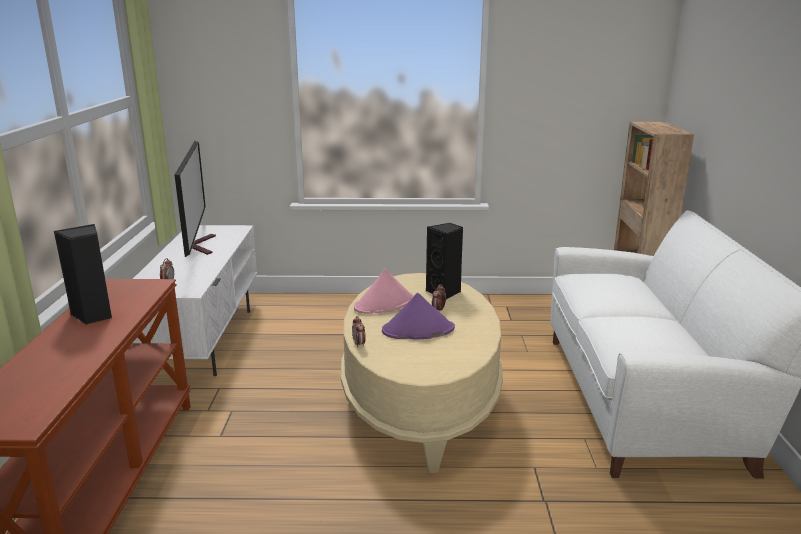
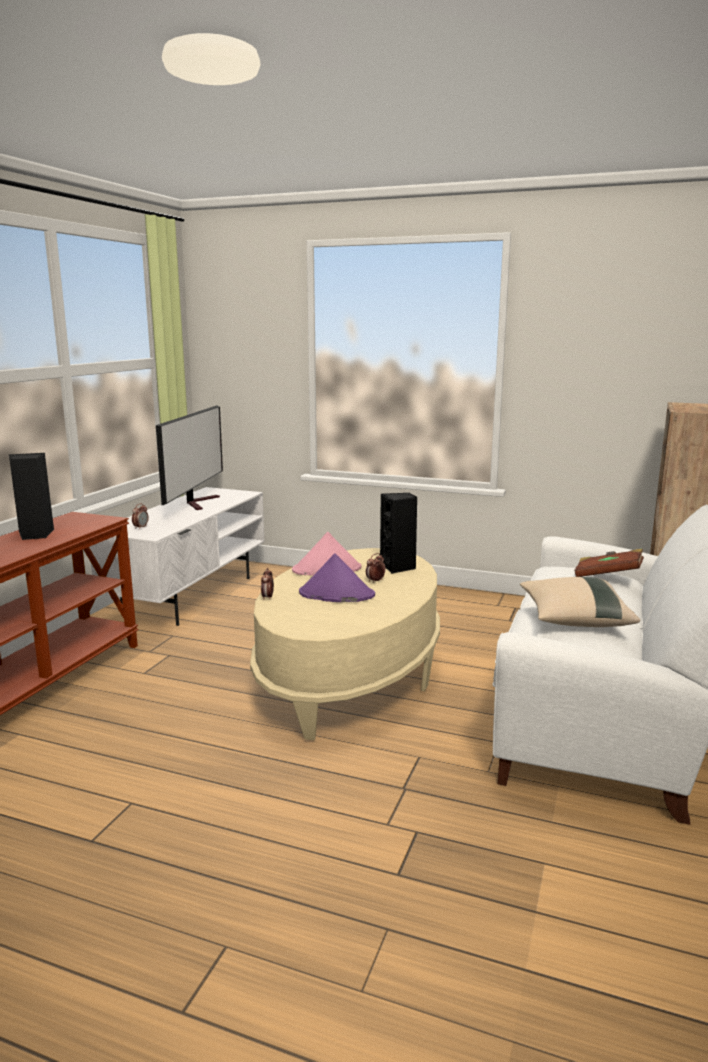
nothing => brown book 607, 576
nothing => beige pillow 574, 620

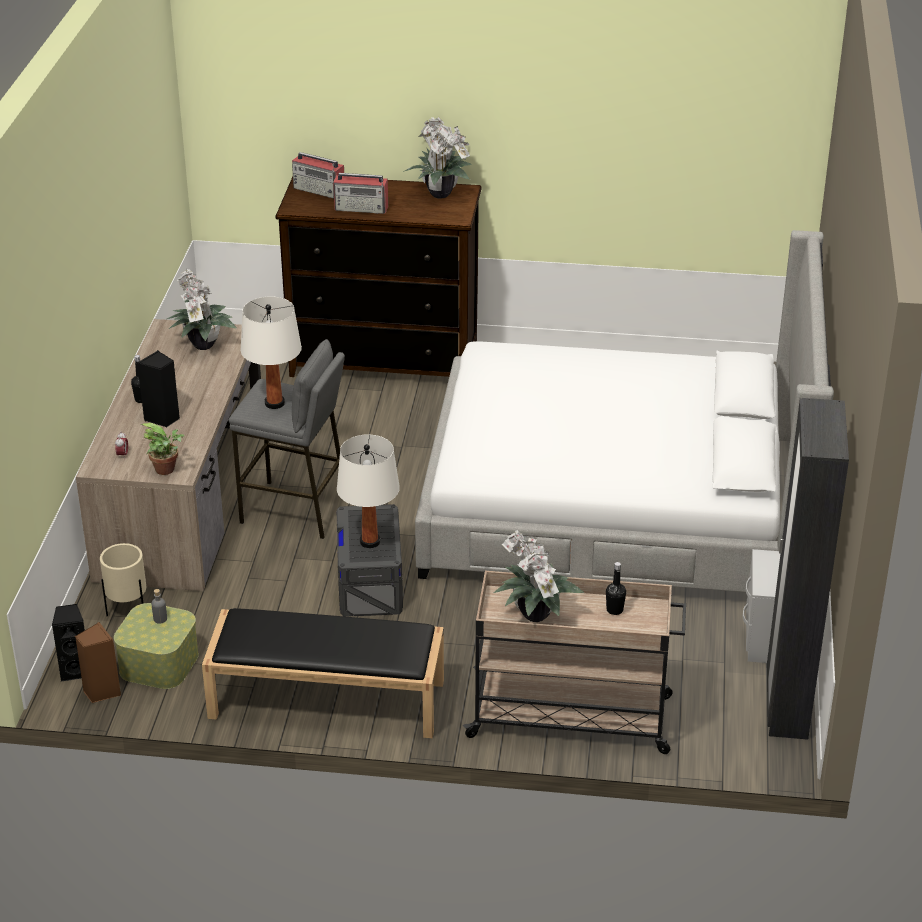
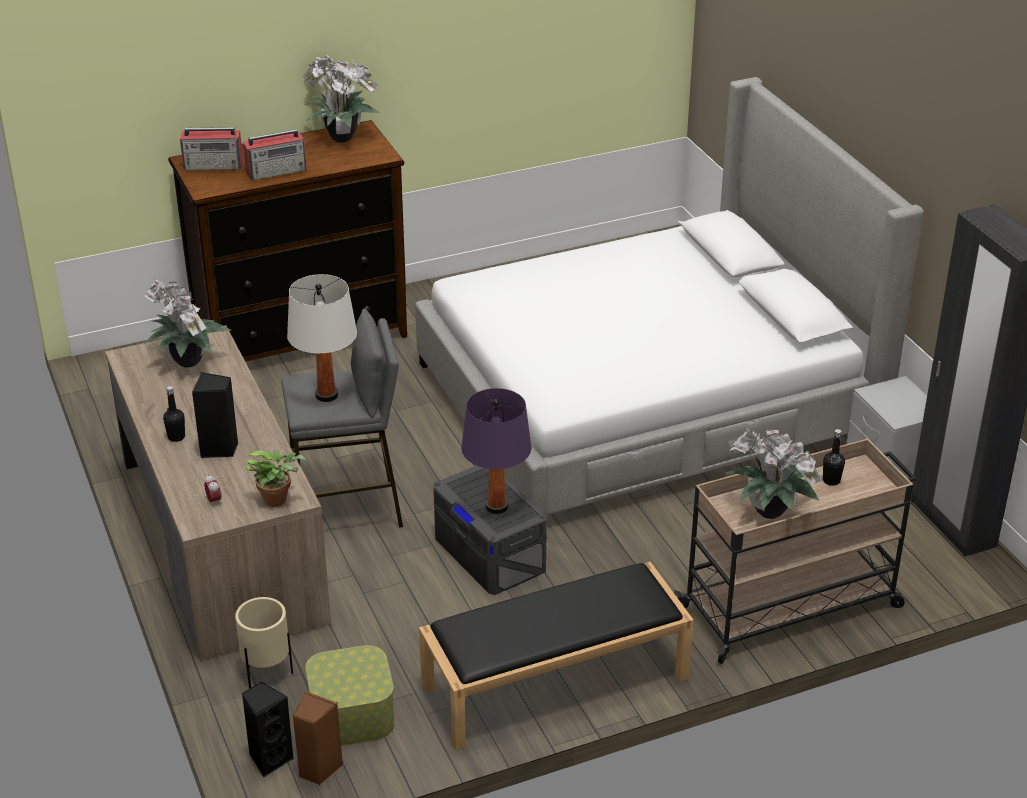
white table lamp 370, 542 => purple table lamp 497, 506
grey bottle 160, 619 => nothing

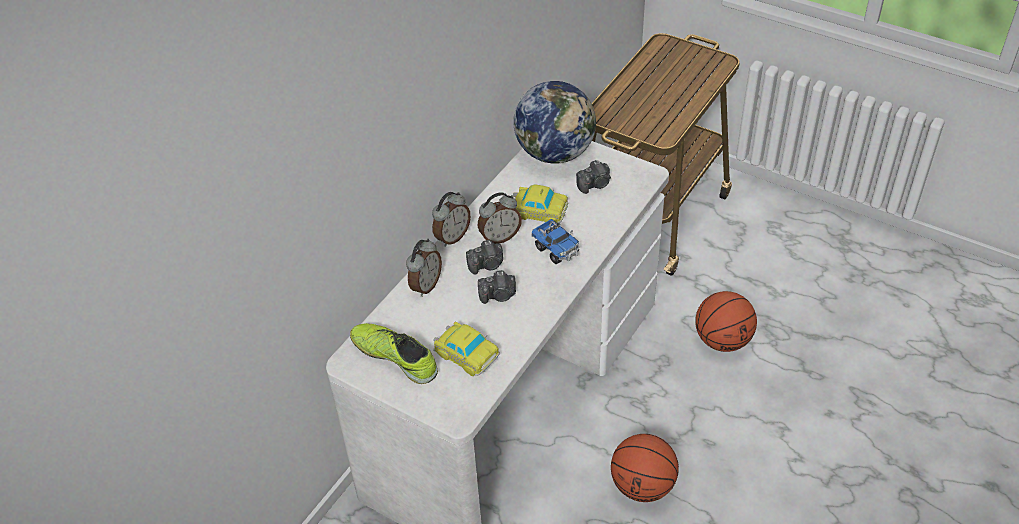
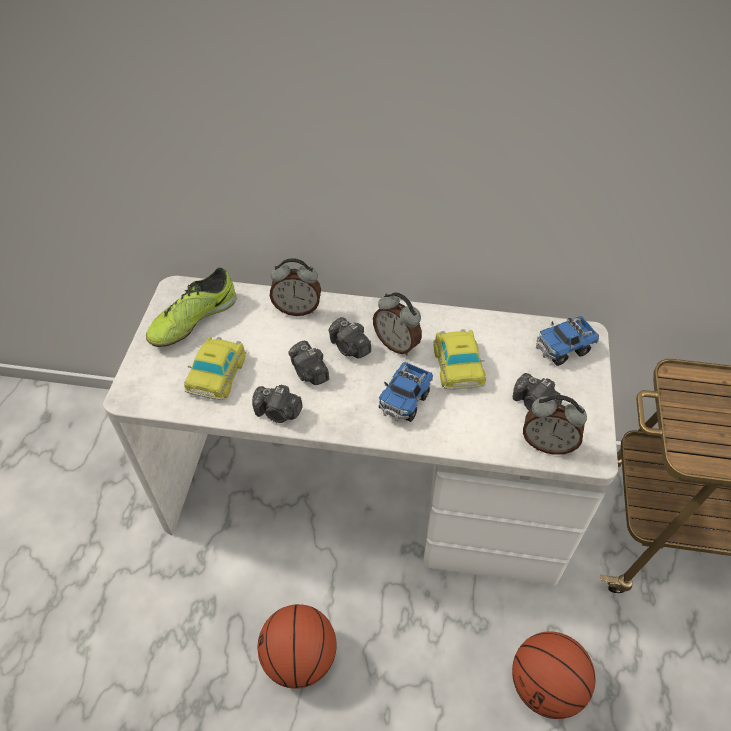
globe 555, 153 => toy truck 563, 348
alarm clock 452, 237 => alarm clock 547, 443, shifted
shoe 395, 357 => shoe 193, 320, 150 degrees counterclockwise
nothing => photo camera 278, 412

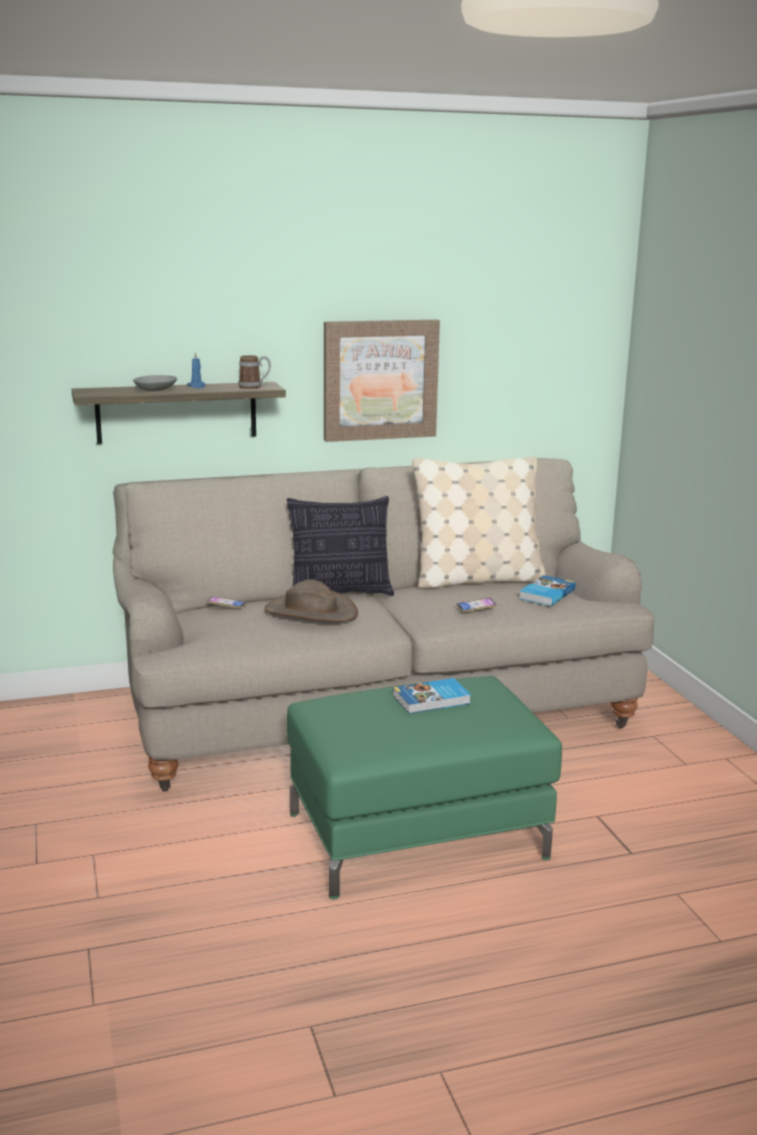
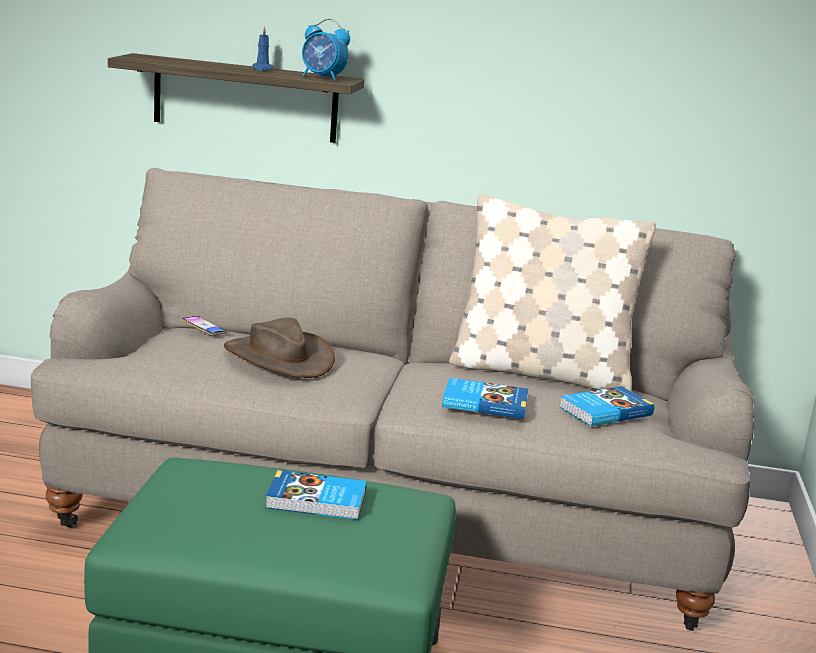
picture 380, 379 => nothing
mug 254, 387 => alarm clock 323, 78
grey bowl 154, 389 => nothing
pillow 340, 593 => nothing
phone 476, 607 => book 484, 403

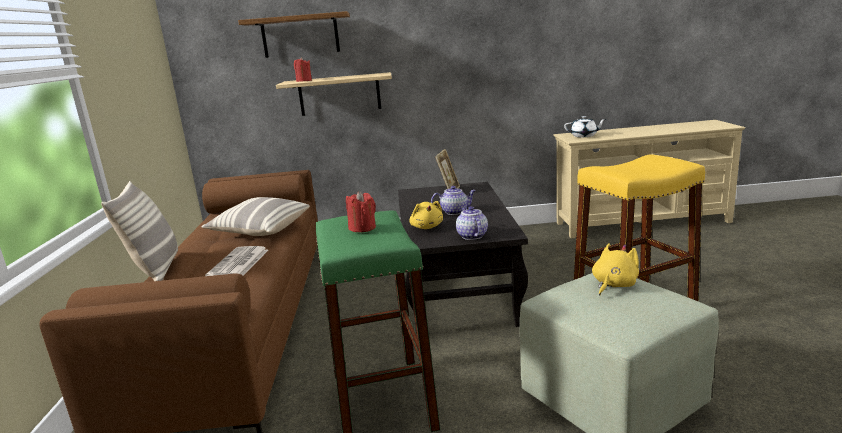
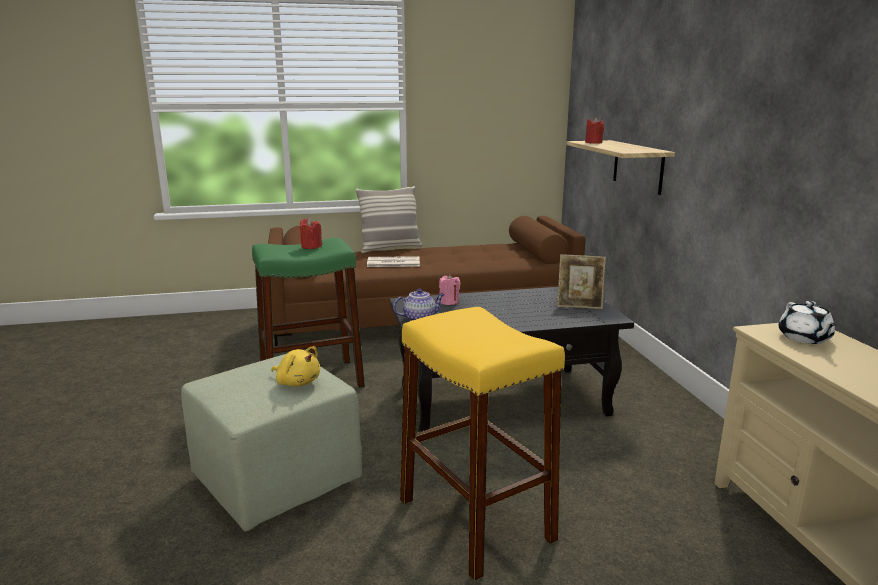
shelf 300, 35 => nothing
teapot 455, 211 => nothing
pillow 260, 230 => nothing
yellow plush toy 427, 227 => pink candle 449, 302

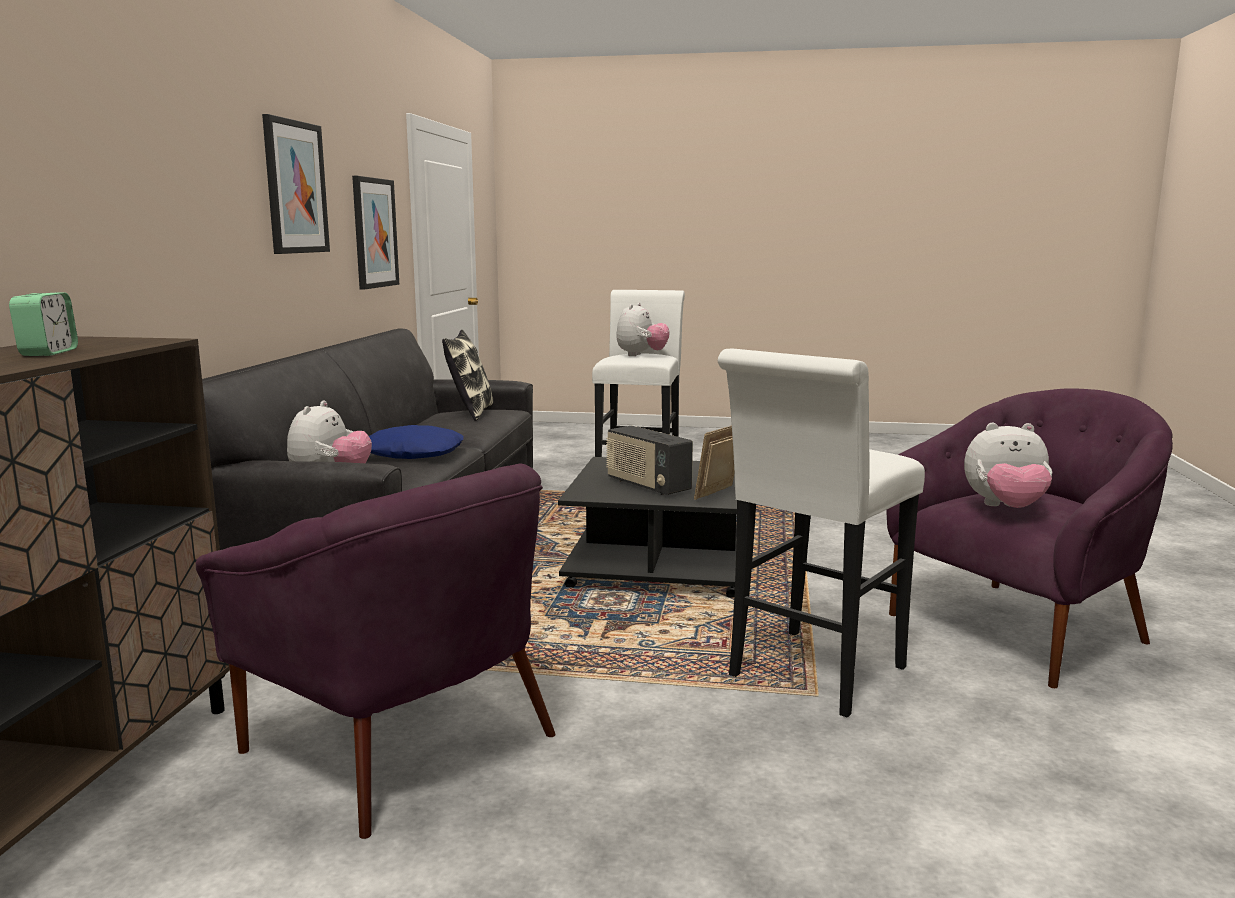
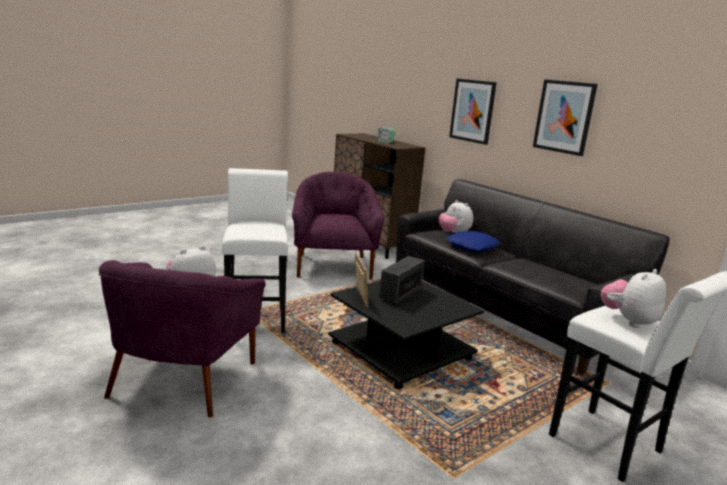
picture 374, 233 => picture 472, 111, shifted
plush toy 641, 355 => plush toy 628, 321, 75 degrees clockwise
pillow 470, 412 => nothing
radio 647, 486 => radio 400, 294, 60 degrees counterclockwise
purple armchair 404, 742 => purple armchair 333, 266, 90 degrees clockwise

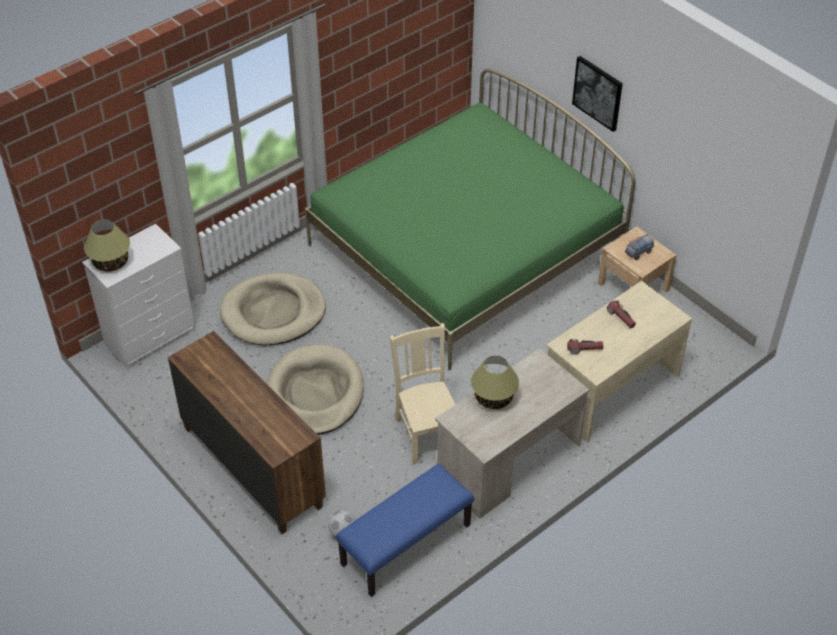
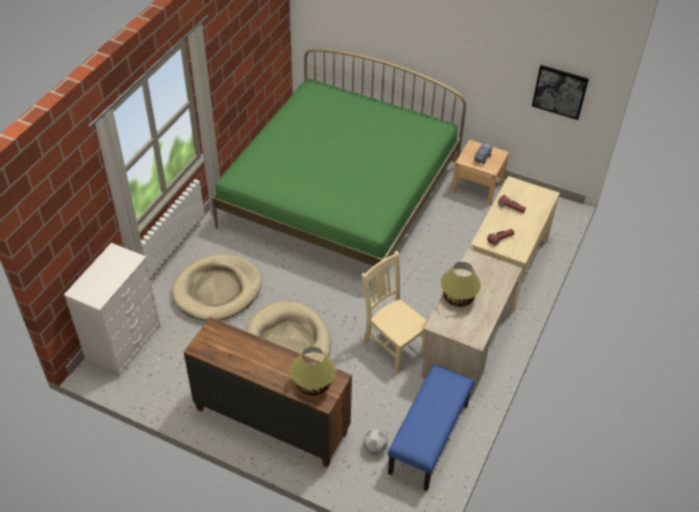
picture 598, 93 => picture 560, 91, shifted
table lamp 111, 263 => table lamp 313, 384, shifted

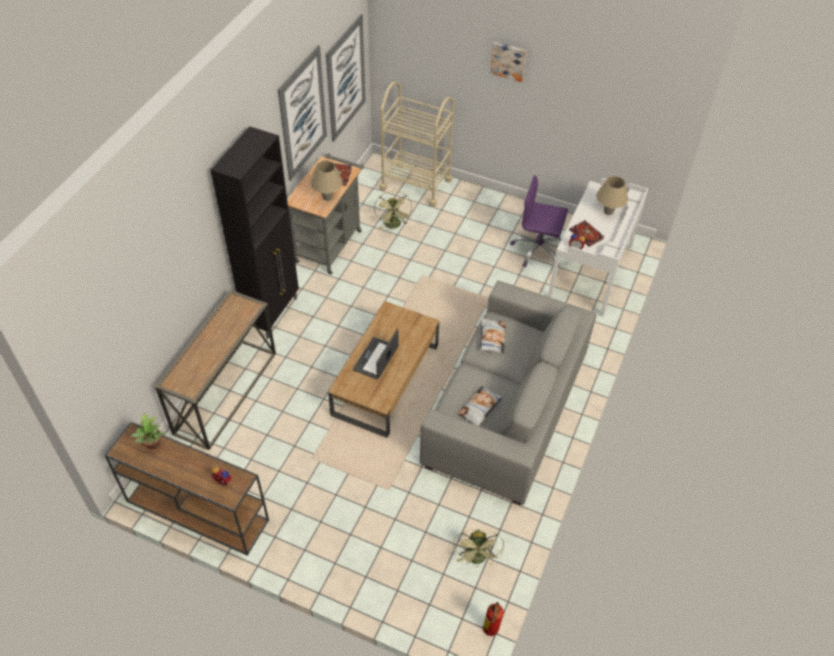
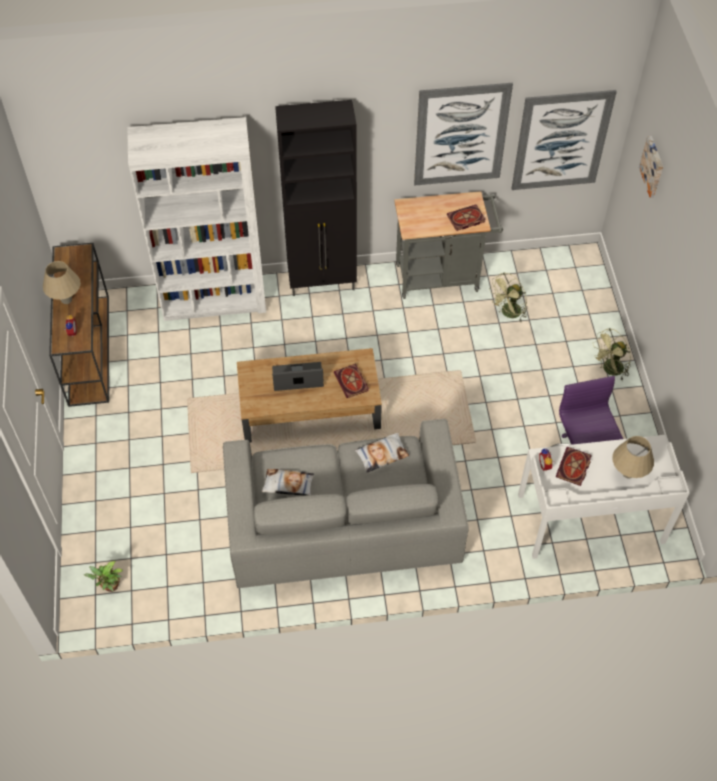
picture 508, 60 => picture 653, 166, shifted
beige cart 416, 184 => nothing
beige table lamp 327, 197 => beige table lamp 66, 299, shifted
console table 225, 392 => white bookcase 214, 299
potted plant 153, 445 => potted plant 109, 587, shifted
green fan 477, 559 => green fan 609, 370, shifted
fire extinguisher 490, 631 => nothing
nothing => book 352, 382

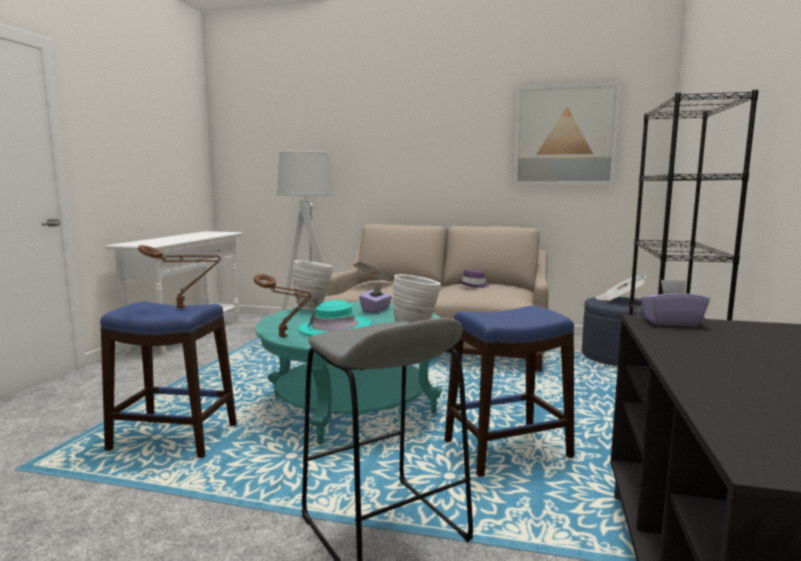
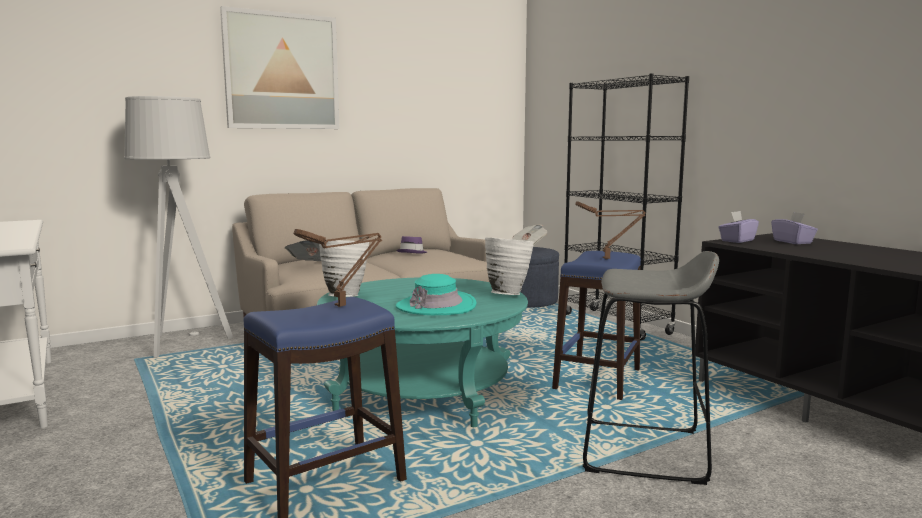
picture 564, 136 => picture 282, 71, shifted
brown table lamp 285, 337 => brown table lamp 608, 259, shifted
purple tissue box 376, 310 => purple tissue box 792, 242, shifted

